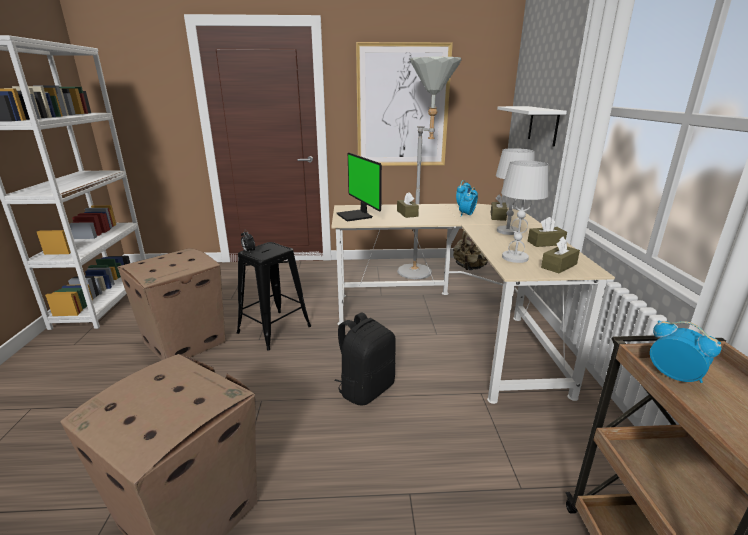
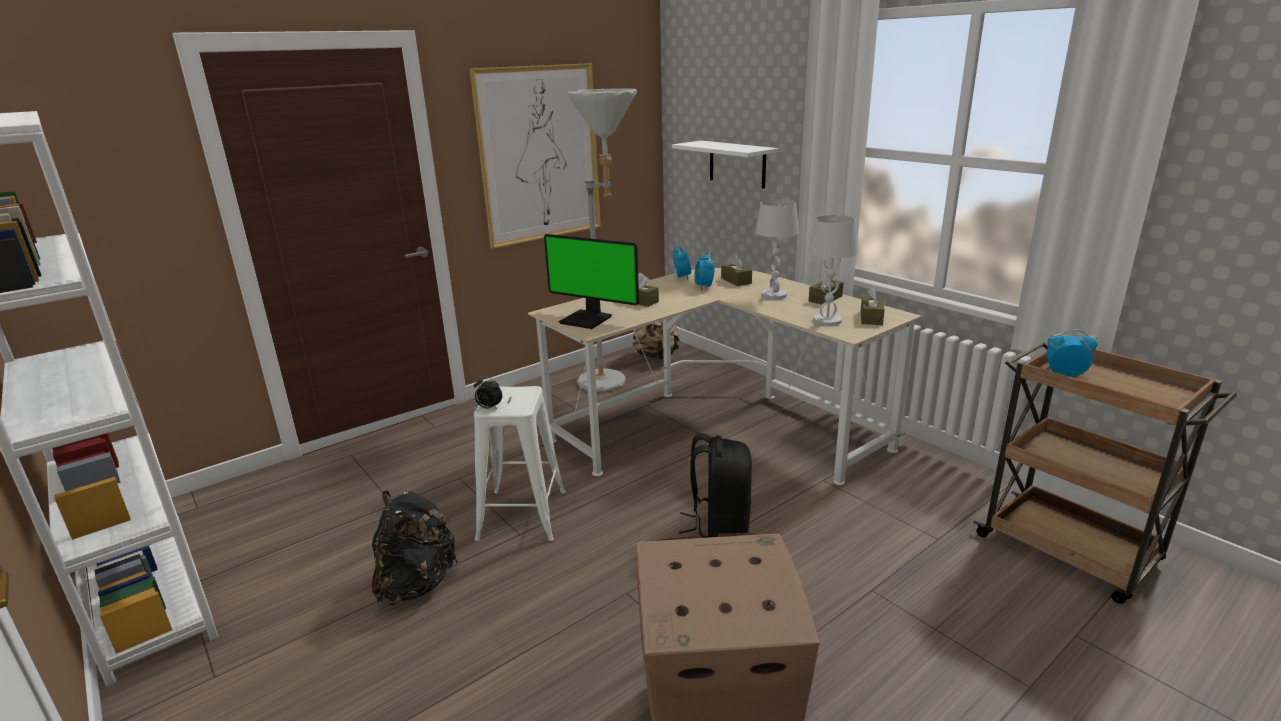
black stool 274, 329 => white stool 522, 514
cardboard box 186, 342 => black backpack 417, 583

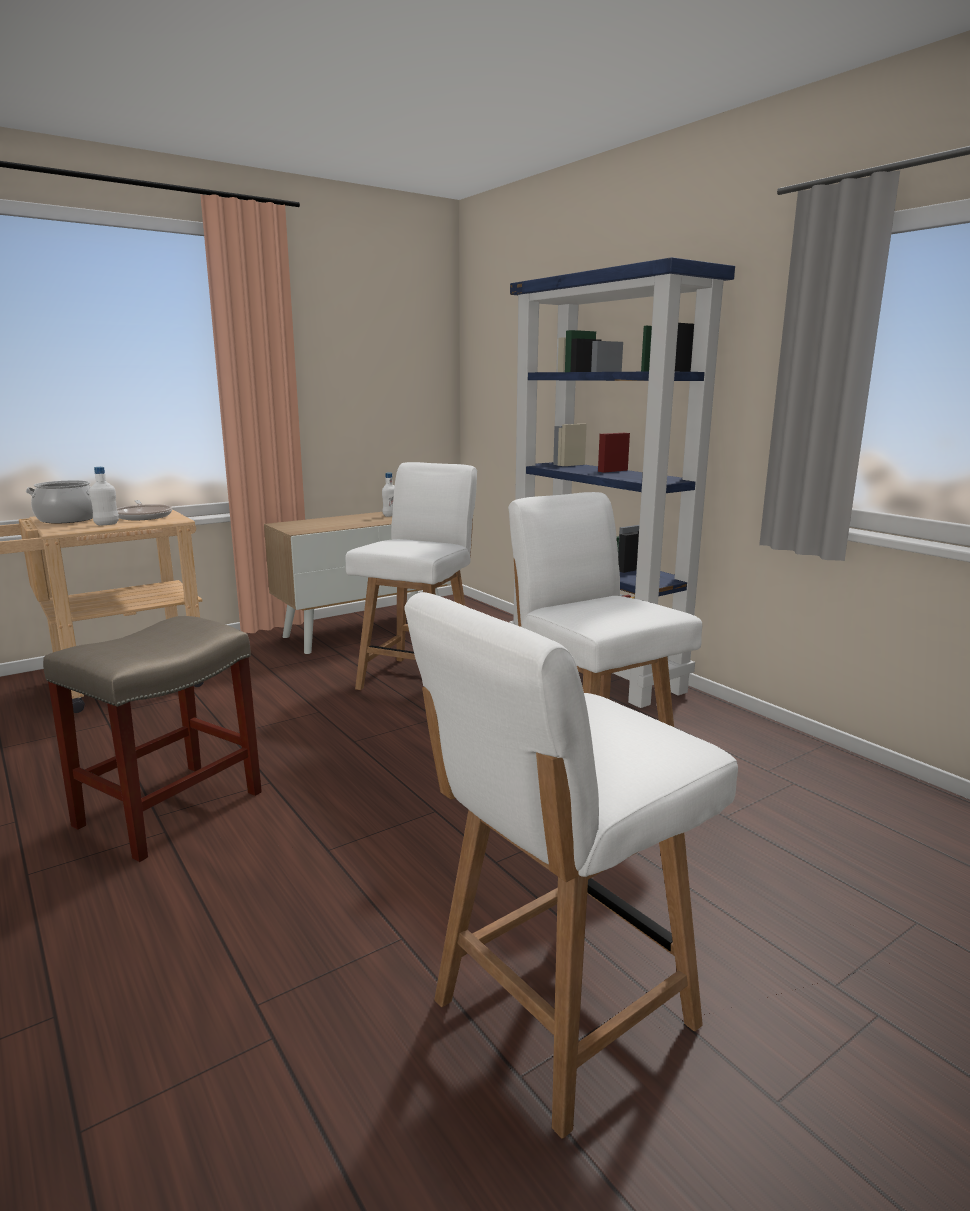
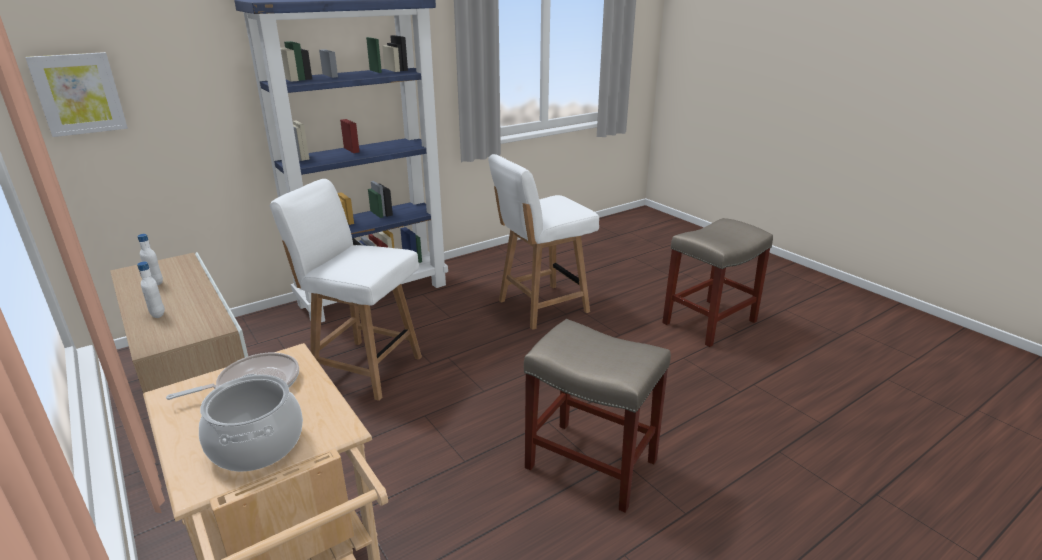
white bottle 107, 524 => white bottle 158, 314, shifted
white chair 559, 1016 => beige stool 709, 323
nothing => picture 79, 94

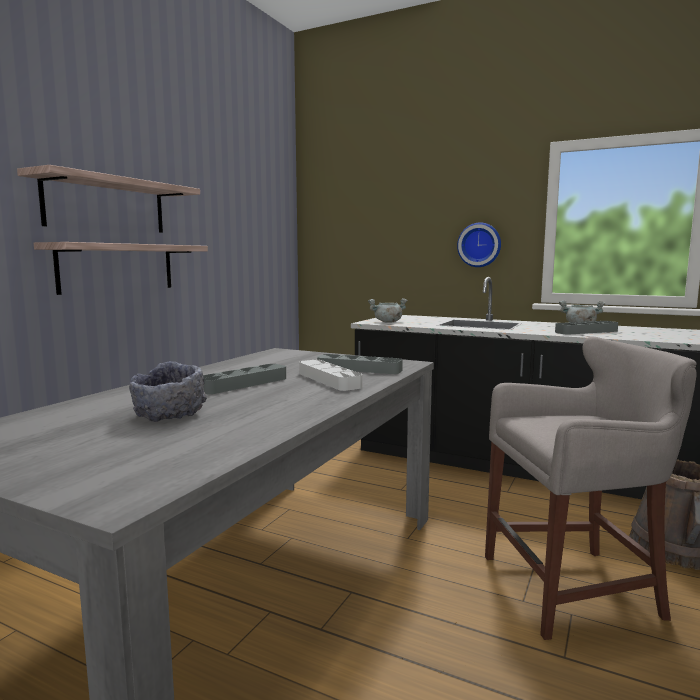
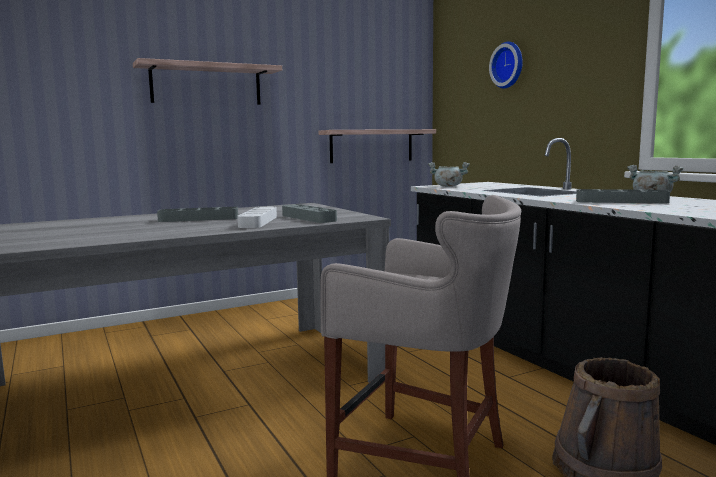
wall clock 479, 245 => wall clock 509, 65, shifted
shelf 118, 267 => shelf 371, 146, shifted
grey bowl 170, 414 => nothing

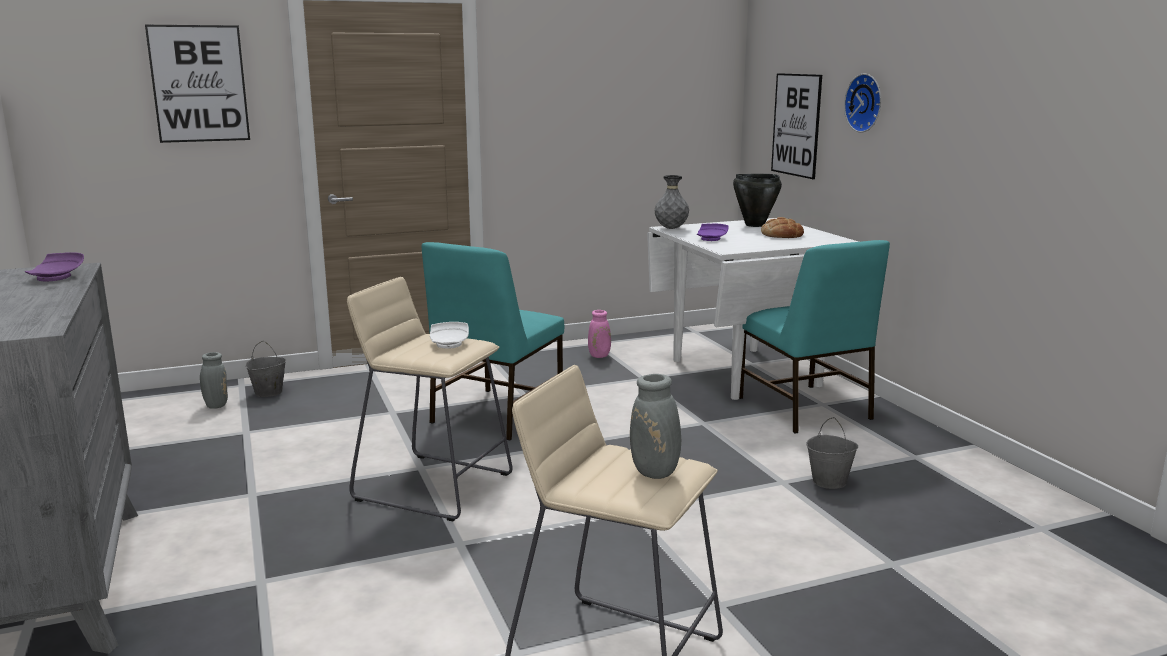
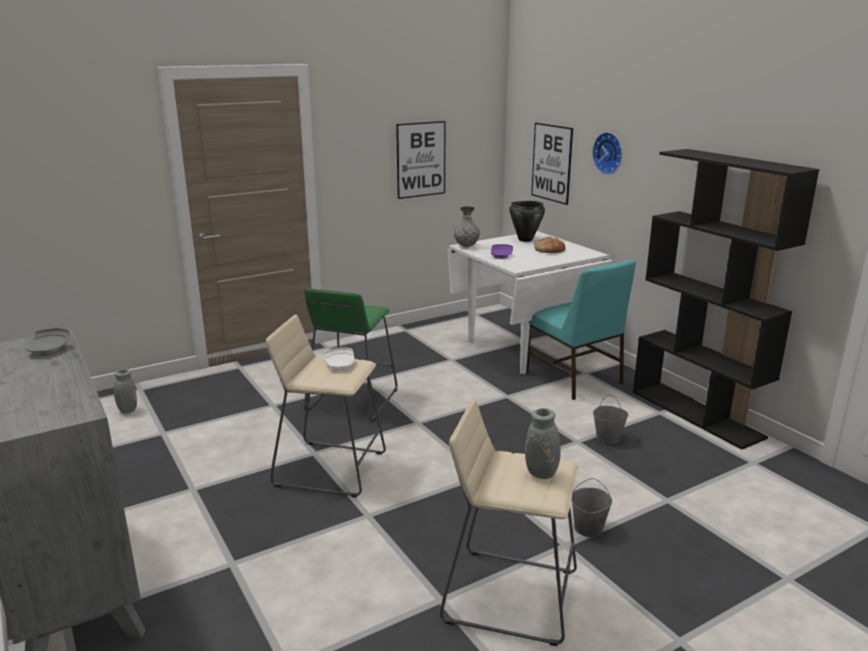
picture 199, 84 => picture 421, 159, shifted
turquoise chair 495, 414 => green stool 352, 400
purple plate 57, 277 => grey plate 50, 350
pink vase 600, 356 => nothing
grey bucket 268, 392 => grey bucket 588, 528, shifted
nothing => black bookcase 697, 414

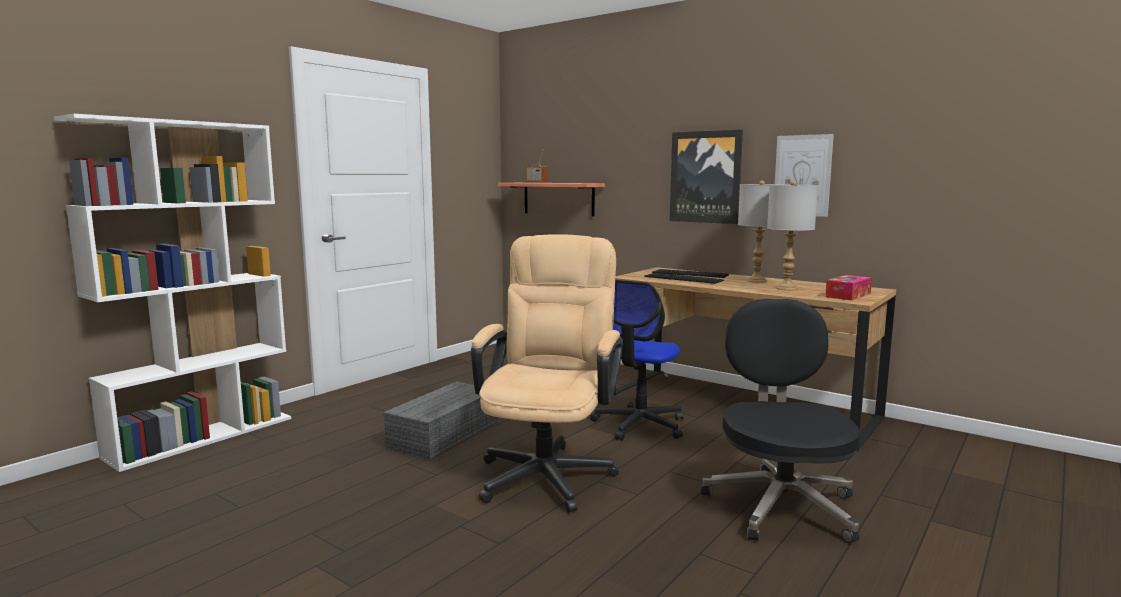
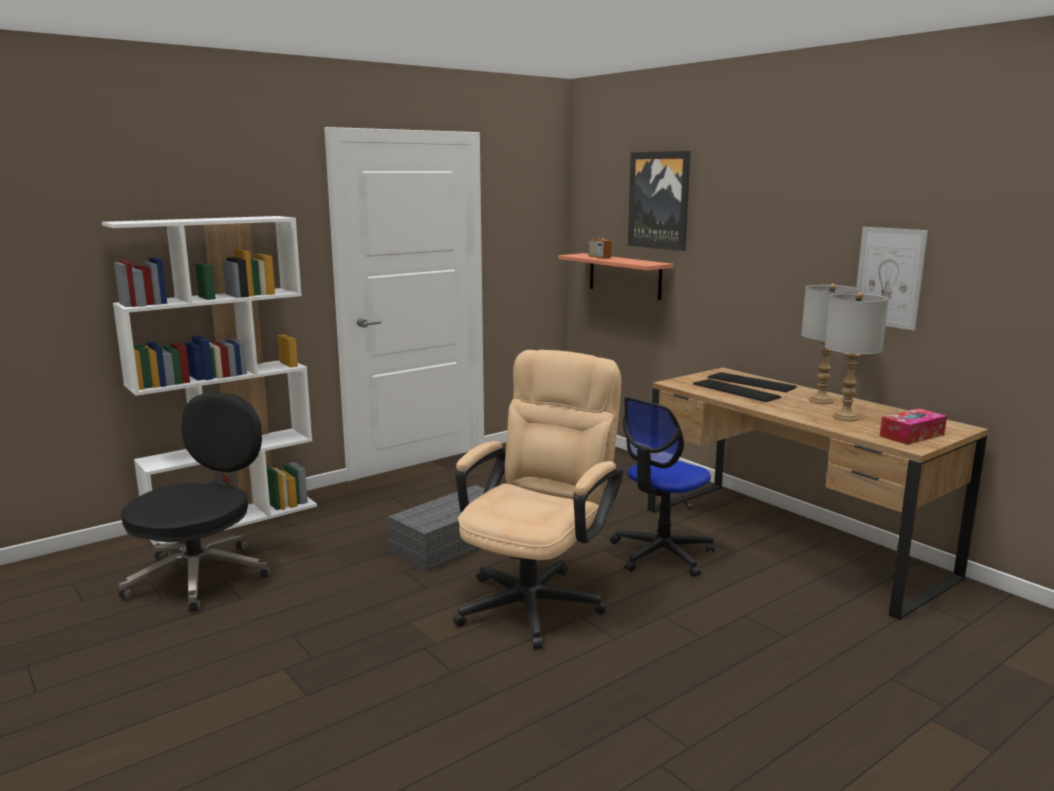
picture 705, 177 => picture 659, 200, shifted
black office chair 780, 505 => black office chair 201, 576, shifted

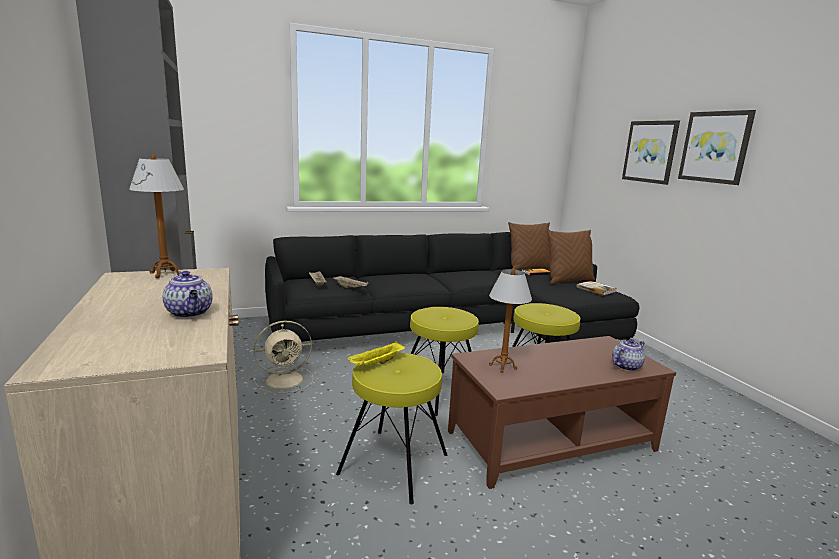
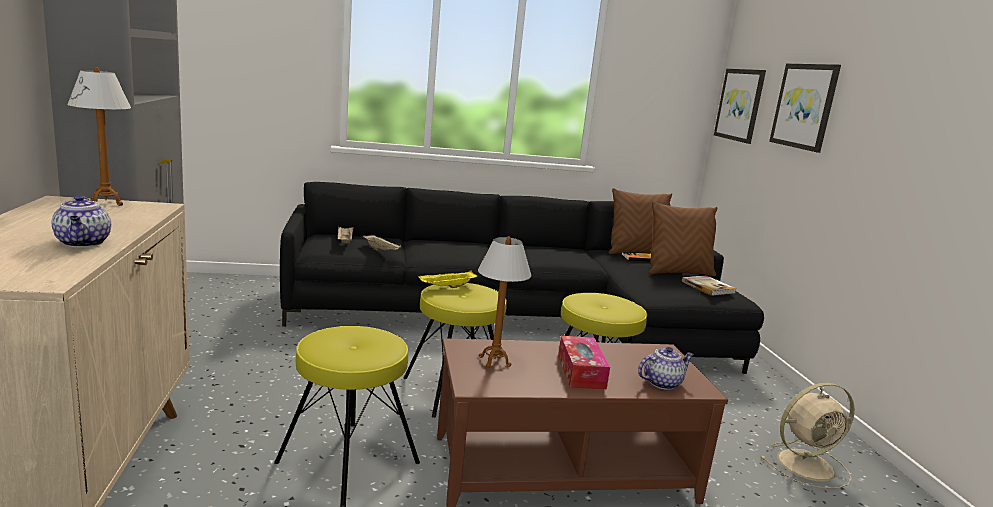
picture 715, 147 => picture 740, 105, shifted
beige fan 286, 380 => beige fan 807, 465, shifted
yellow tray 377, 364 => yellow tray 447, 287, shifted
nothing => tissue box 581, 372

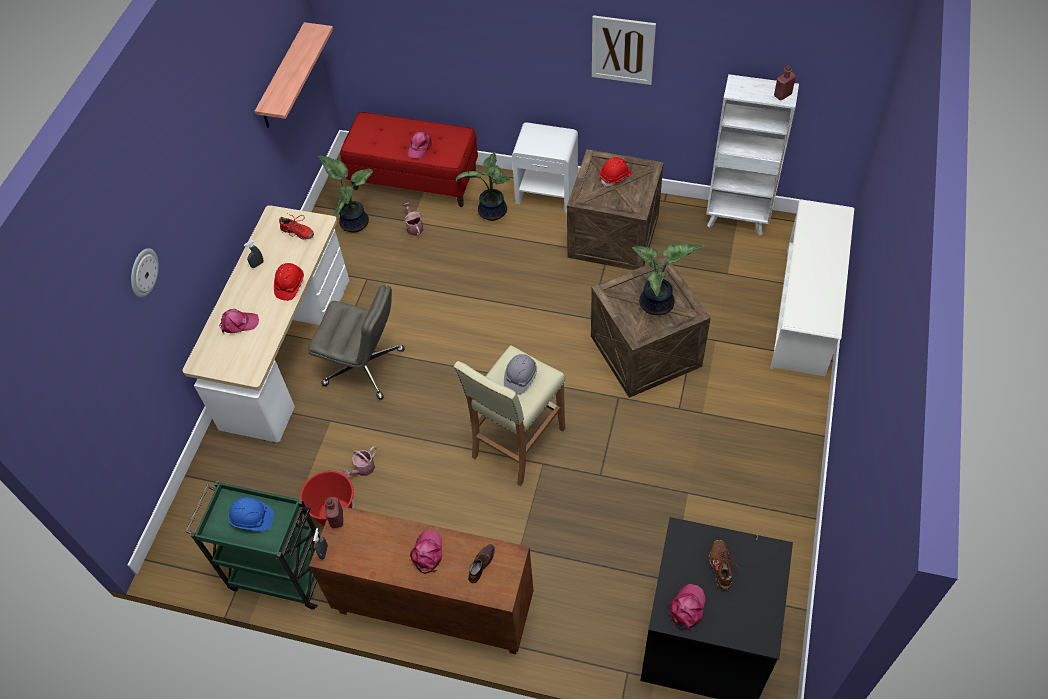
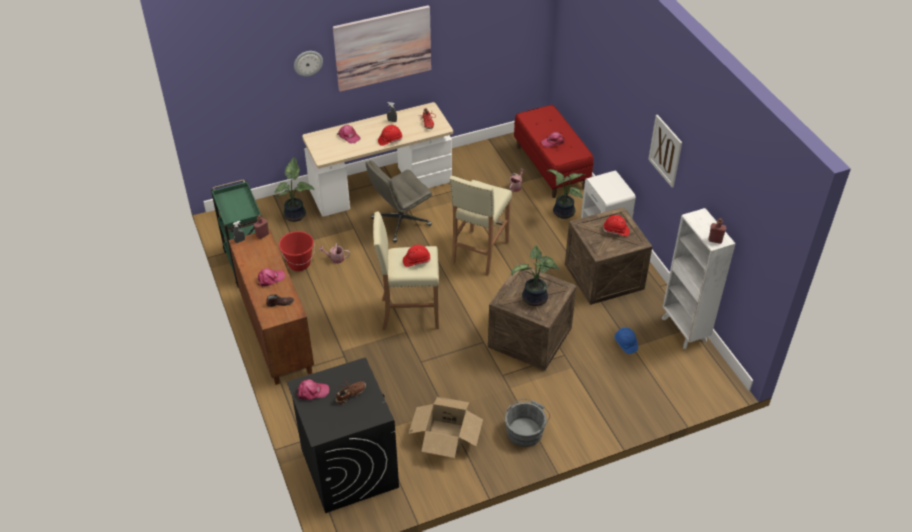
shelf 283, 77 => nothing
potted plant 354, 221 => potted plant 296, 214, shifted
white shoe rack 805, 311 => nothing
grey office chair 365, 367 => grey office chair 400, 222, 75 degrees clockwise
grey hard hat 520, 377 => red hard hat 416, 260
blue hard hat 252, 518 => blue hard hat 625, 344, shifted
nothing => picture 383, 48
nothing => beige stool 479, 253
nothing => cardboard box 445, 436
nothing => grey bucket 525, 430

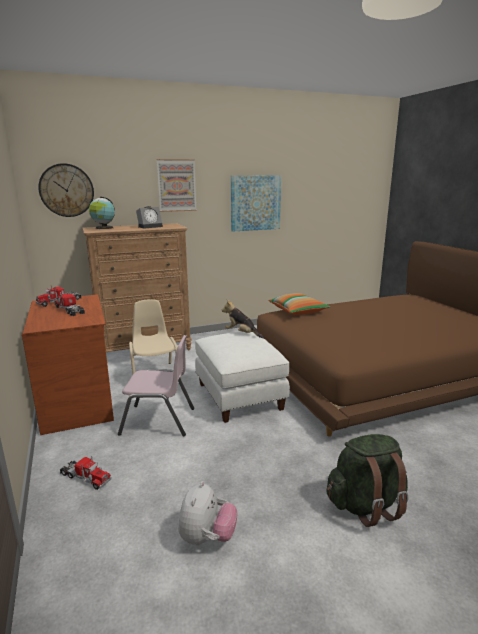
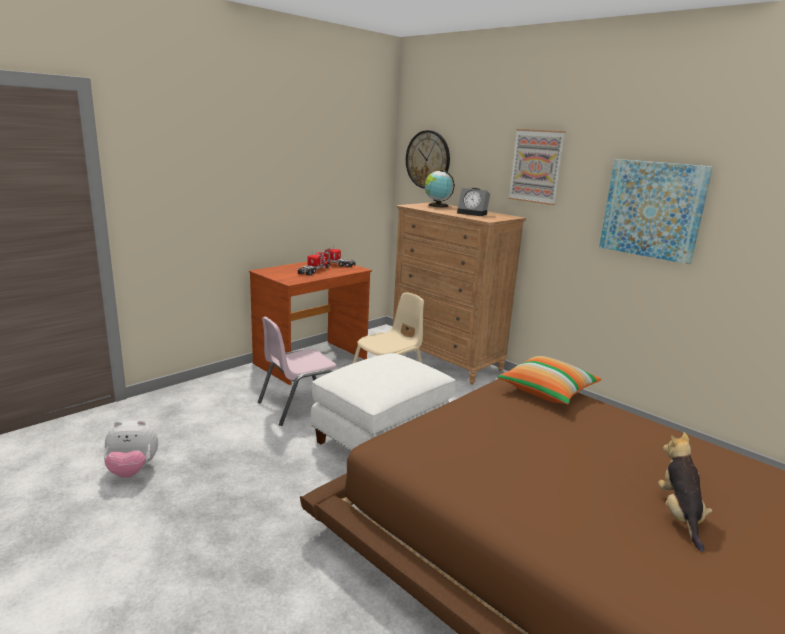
plush toy 241, 334 => plush toy 679, 515, shifted
pink chair 158, 421 => pink chair 300, 405, 75 degrees clockwise
green backpack 366, 505 => nothing
toy truck 85, 477 => nothing

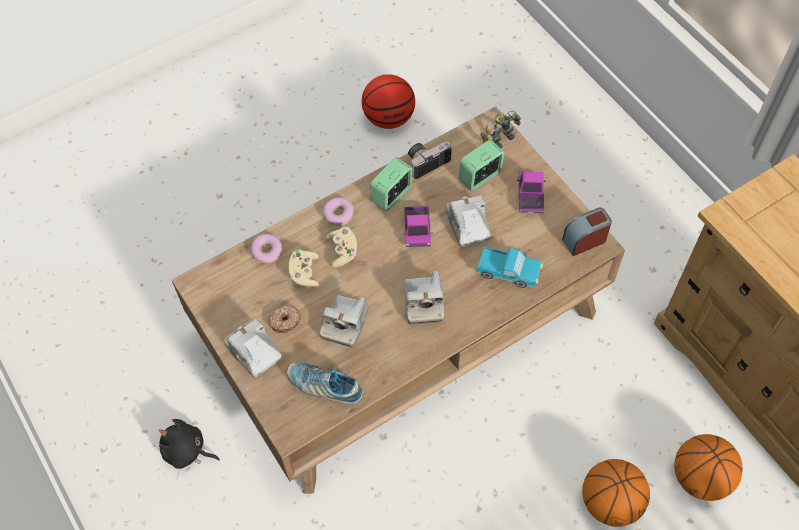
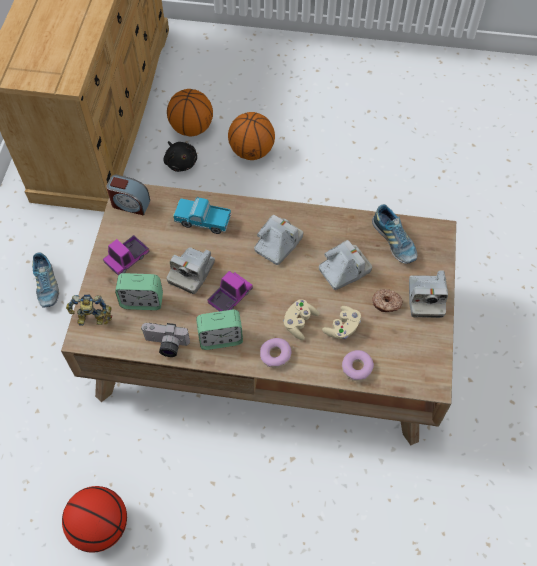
toy truck 508, 273 => toy truck 202, 221, 45 degrees counterclockwise
black plush toy 187, 451 => black plush toy 181, 162, shifted
nothing => shoe 46, 286

